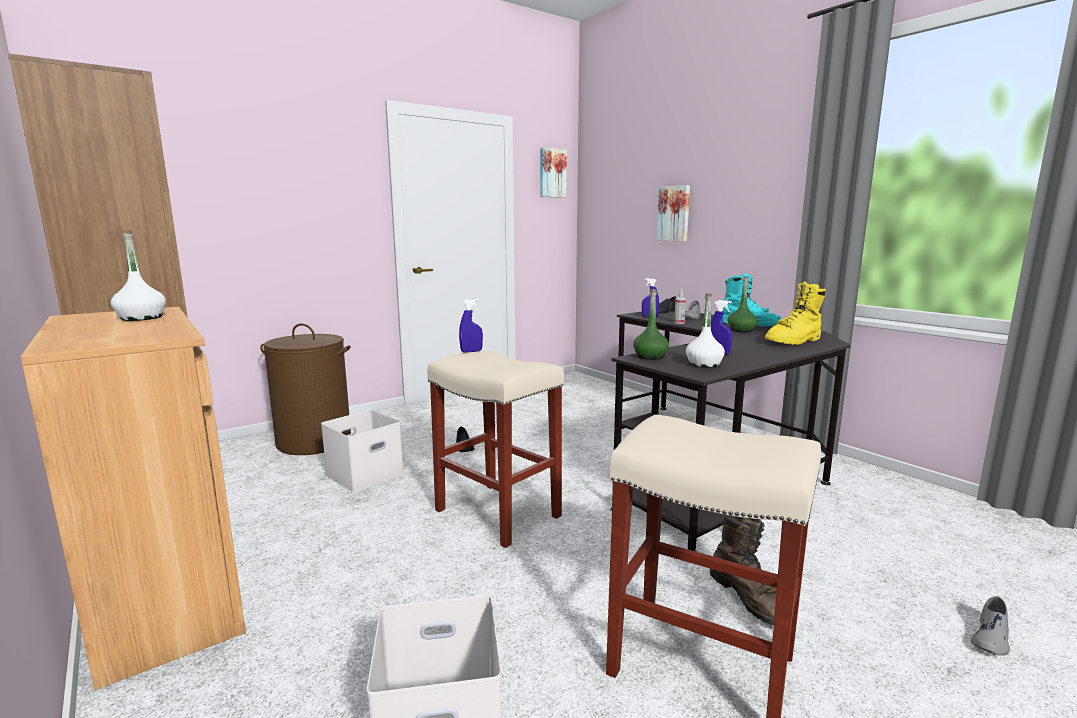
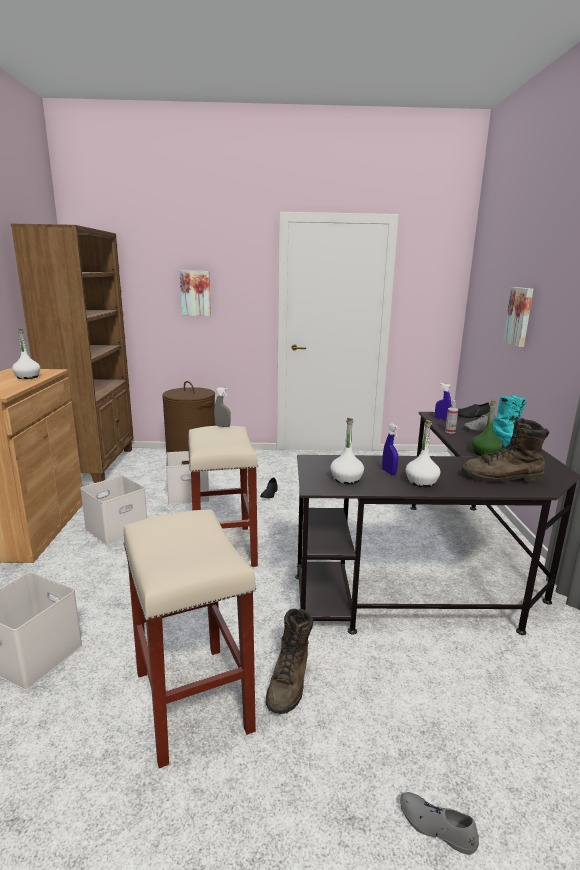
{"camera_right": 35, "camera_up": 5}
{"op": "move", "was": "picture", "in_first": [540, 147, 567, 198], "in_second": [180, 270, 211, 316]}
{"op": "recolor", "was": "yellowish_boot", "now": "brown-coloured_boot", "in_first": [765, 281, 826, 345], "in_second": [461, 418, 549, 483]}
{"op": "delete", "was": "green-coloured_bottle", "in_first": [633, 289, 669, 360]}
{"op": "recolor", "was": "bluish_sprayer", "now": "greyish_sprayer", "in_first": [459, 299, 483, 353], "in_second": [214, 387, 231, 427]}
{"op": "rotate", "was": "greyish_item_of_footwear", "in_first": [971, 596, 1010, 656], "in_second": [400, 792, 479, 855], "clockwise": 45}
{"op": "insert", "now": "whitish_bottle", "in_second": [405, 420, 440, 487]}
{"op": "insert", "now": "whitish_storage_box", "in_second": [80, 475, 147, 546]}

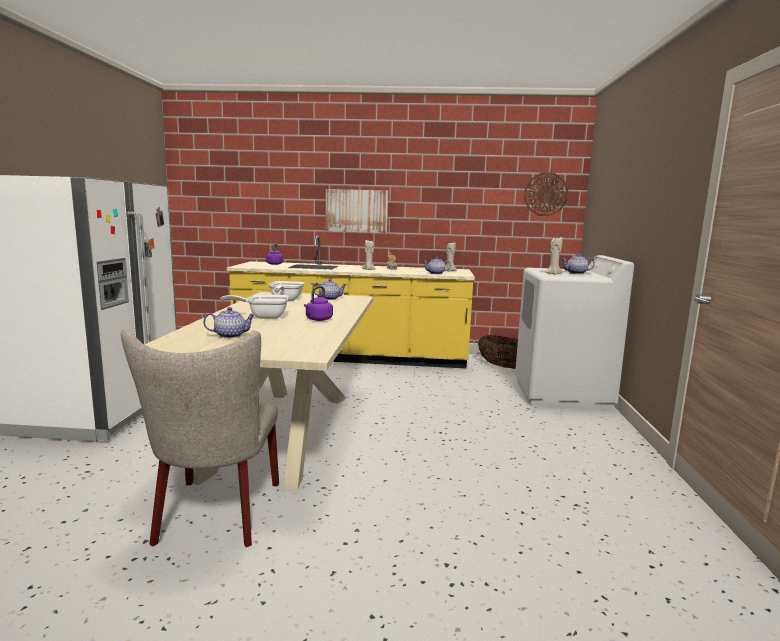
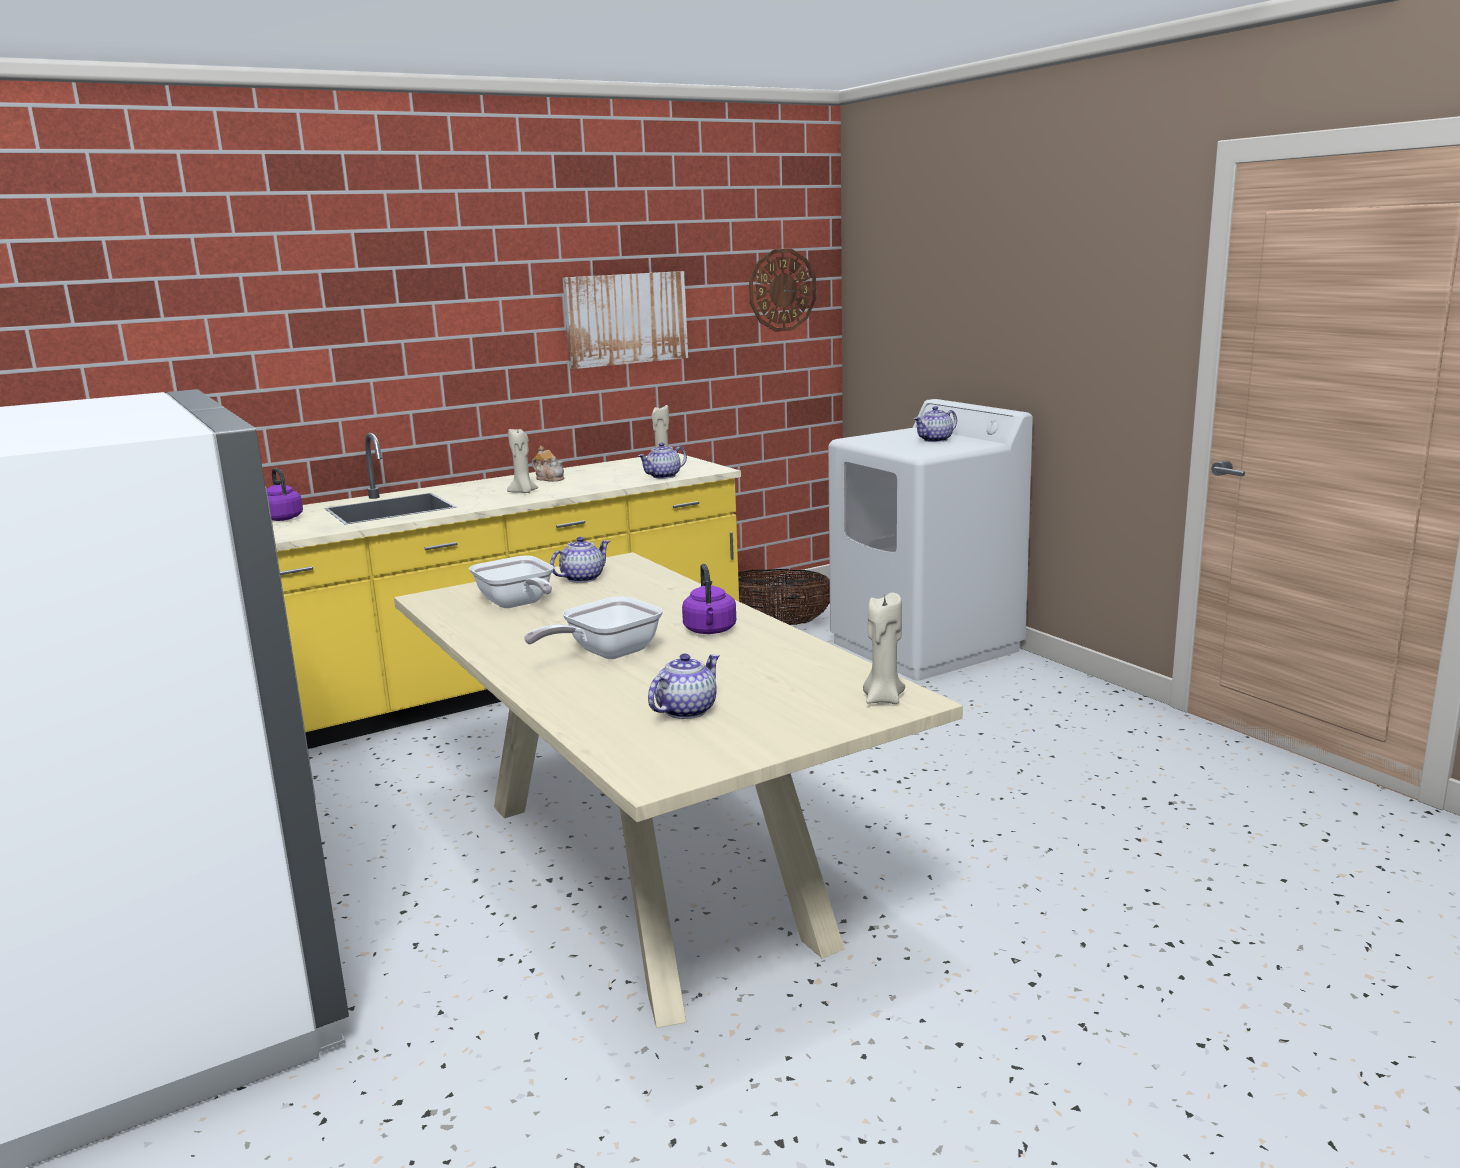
{"camera_right": -35, "camera_up": 5}
{"op": "move", "was": "picture", "in_first": [326, 189, 388, 233], "in_second": [563, 271, 688, 369]}
{"op": "move", "was": "beige_candle", "in_first": [545, 237, 563, 275], "in_second": [863, 593, 905, 704]}
{"op": "delete", "was": "beige_upright_chair", "in_first": [121, 329, 279, 547]}

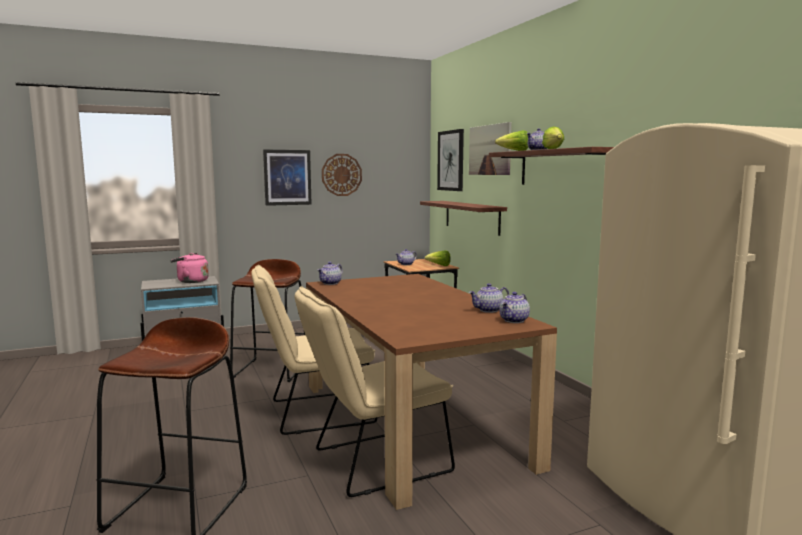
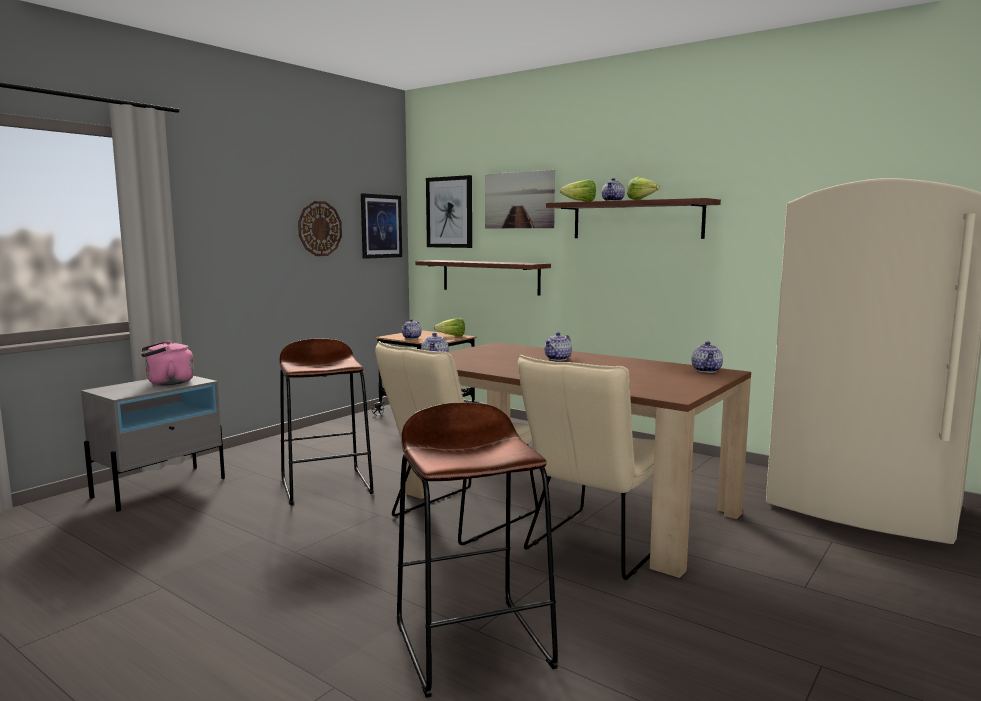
{"camera_right": -30, "camera_up": 0}
{"op": "move", "was": "picture", "in_first": [263, 149, 312, 206], "in_second": [361, 193, 402, 259]}
{"op": "move", "was": "tea_pot", "in_first": [469, 283, 509, 313], "in_second": [544, 332, 572, 361]}

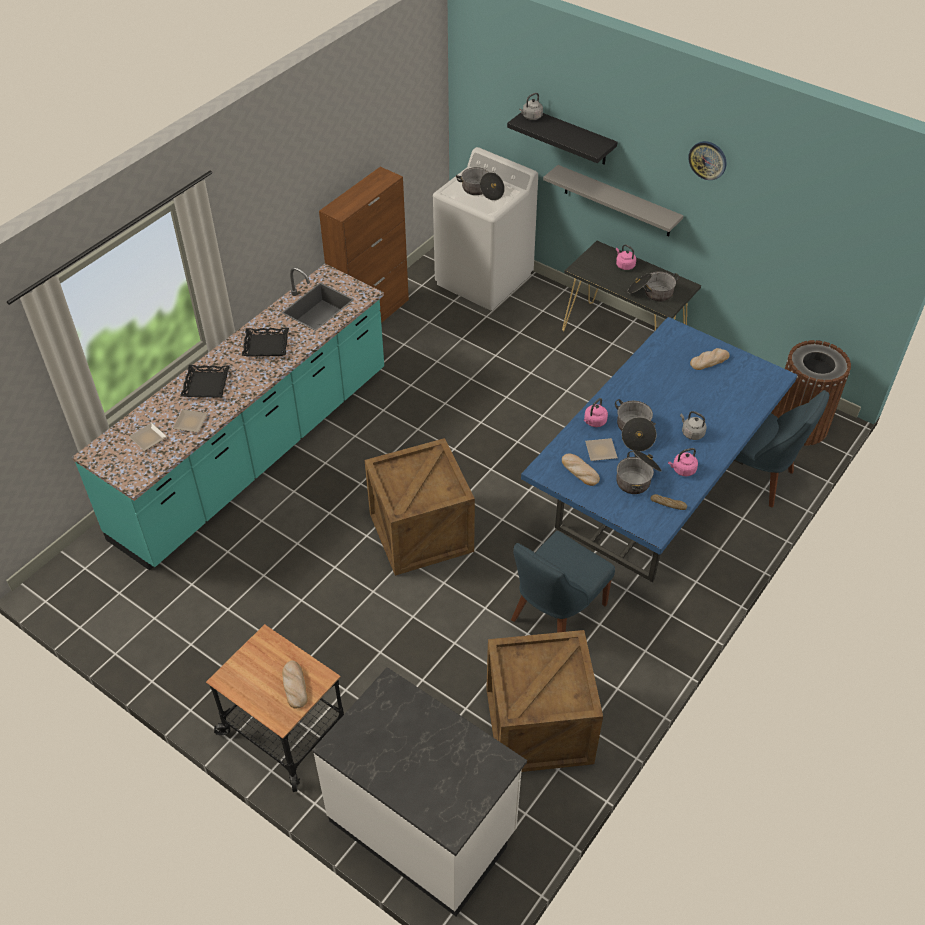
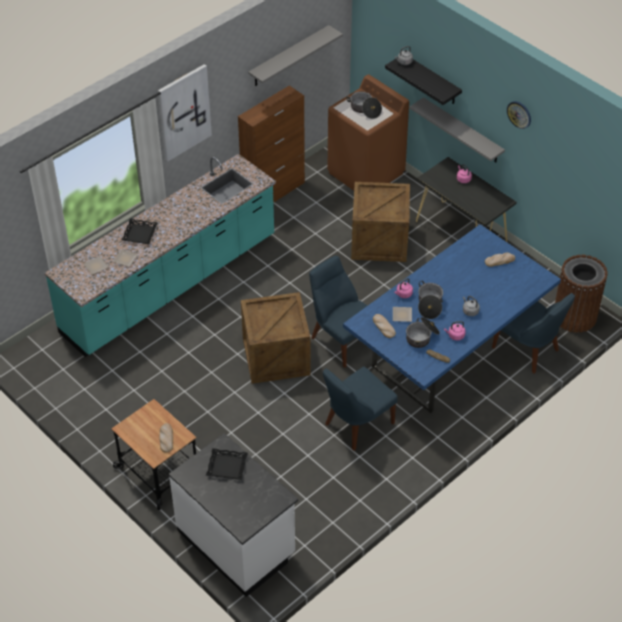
{"camera_right": 10, "camera_up": 0}
{"op": "recolor", "was": "whitish_laundry_machine", "now": "brown-coloured_laundry_machine", "in_first": [433, 147, 538, 310], "in_second": [327, 74, 409, 191]}
{"op": "delete", "was": "cooking_pot", "in_first": [628, 272, 679, 301]}
{"op": "move", "was": "black_serving_tray", "in_first": [242, 328, 289, 357], "in_second": [206, 448, 248, 480]}
{"op": "move", "was": "shipping_crate", "in_first": [486, 630, 603, 772], "in_second": [351, 182, 410, 262]}
{"op": "insert", "now": "greyish_wall_shelf", "in_second": [248, 25, 343, 86]}
{"op": "insert", "now": "picture", "in_second": [158, 64, 212, 161]}
{"op": "insert", "now": "bluish_upright_chair", "in_second": [309, 256, 368, 368]}

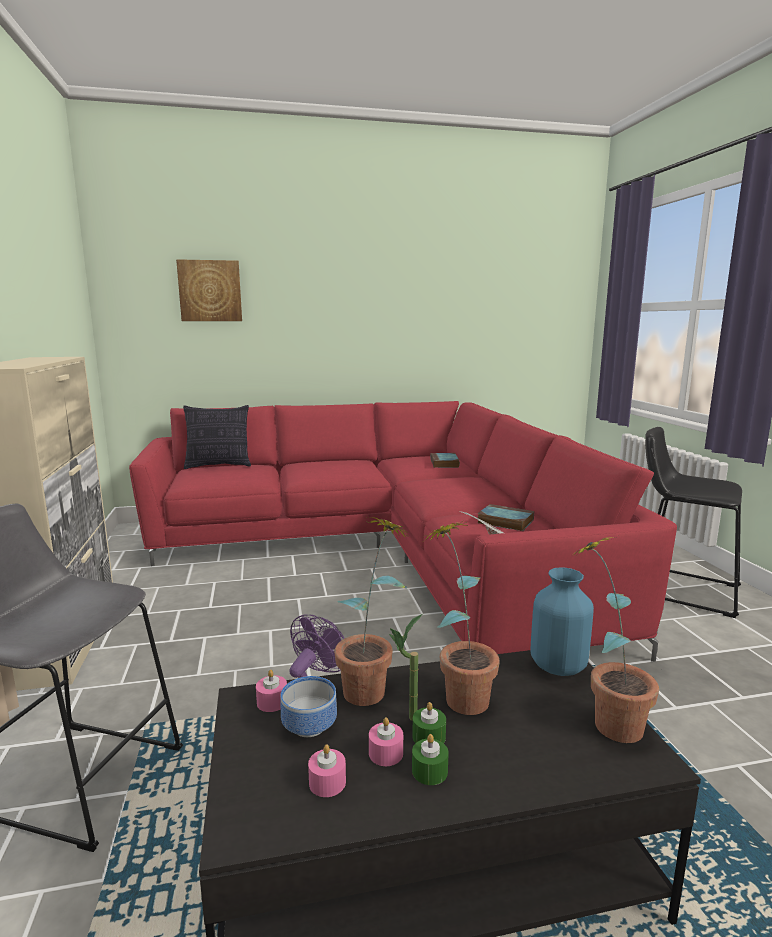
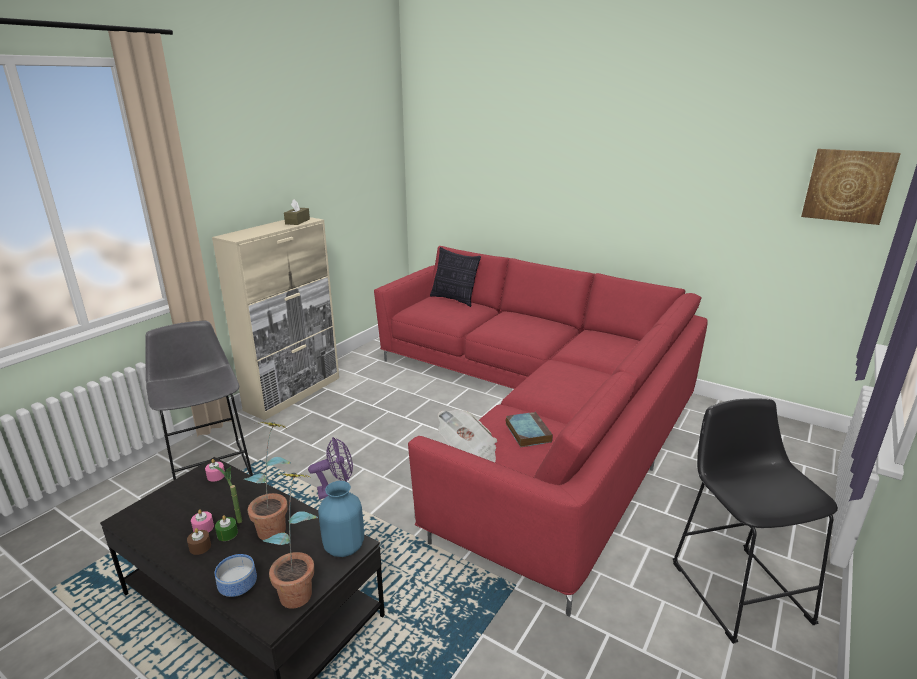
{"camera_right": 45, "camera_up": 10}
{"op": "move", "was": "picture", "in_first": [176, 259, 242, 321], "in_second": [801, 149, 901, 225]}
{"op": "delete", "was": "bound_book", "in_first": [430, 453, 460, 468]}
{"op": "delete", "was": "plant_in_a_pot", "in_first": [335, 517, 407, 706]}
{"op": "move", "was": "serving_bowl", "in_first": [280, 676, 337, 737], "in_second": [215, 554, 257, 597]}
{"op": "recolor", "was": "green-coloured_candle", "now": "brown-coloured_candle", "in_first": [412, 734, 448, 785], "in_second": [187, 528, 211, 555]}
{"op": "delete", "was": "pinkish_candle", "in_first": [308, 744, 346, 797]}
{"op": "insert", "now": "brown-coloured_tissue_box", "in_second": [284, 199, 310, 225]}

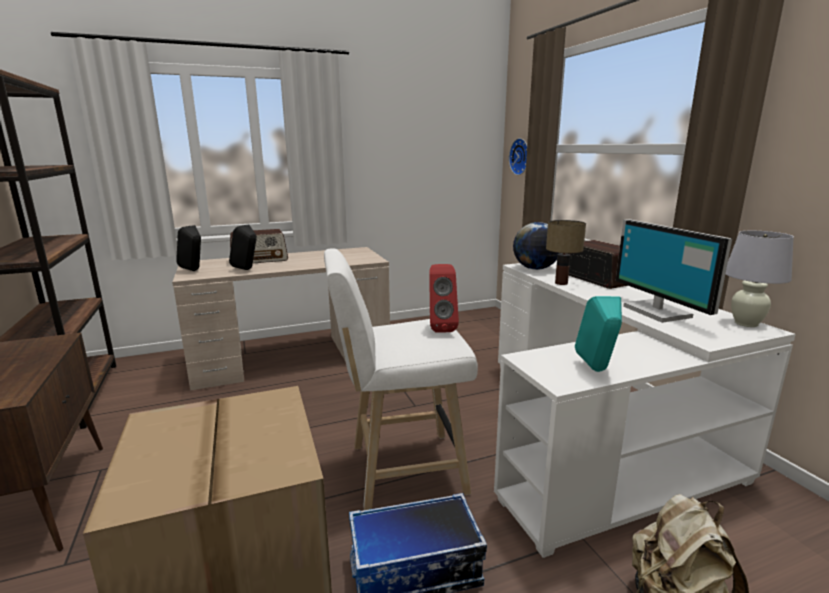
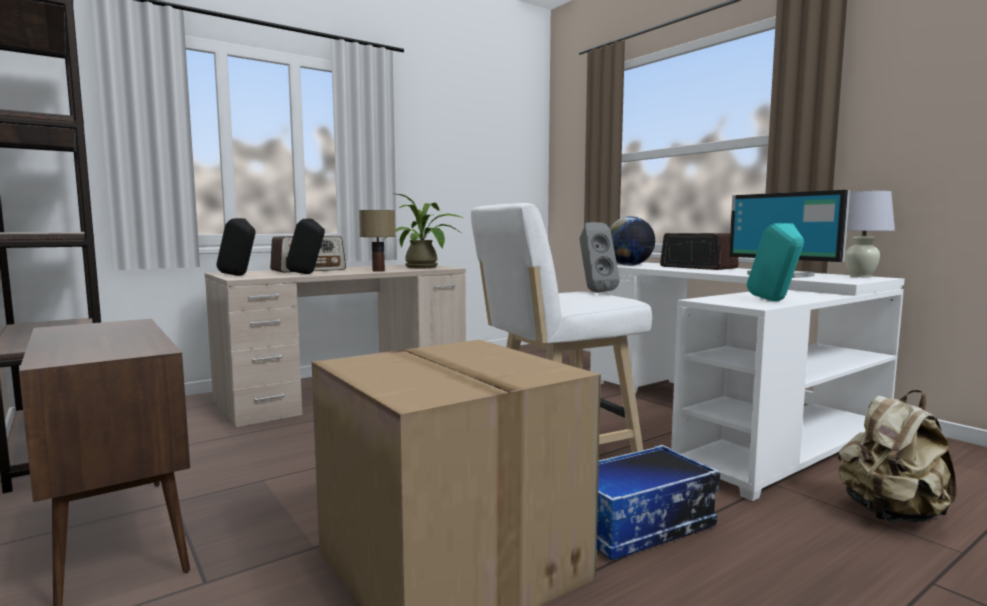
{"camera_right": -15, "camera_up": -10}
{"op": "delete", "was": "wall_clock", "in_first": [509, 138, 527, 175]}
{"op": "move", "was": "table_lamp", "in_first": [546, 220, 586, 285], "in_second": [359, 210, 395, 272]}
{"op": "recolor", "was": "red-coloured_loudspeaker", "now": "greyish_loudspeaker", "in_first": [429, 264, 459, 333], "in_second": [579, 222, 620, 293]}
{"op": "insert", "now": "plant_in_a_pot", "in_second": [383, 194, 463, 268]}

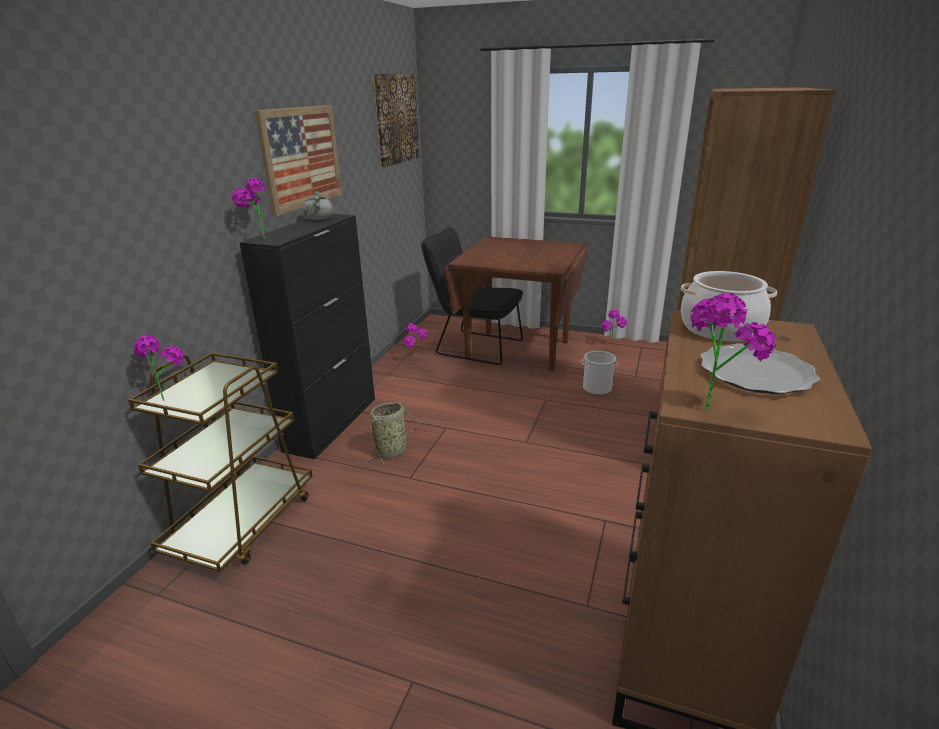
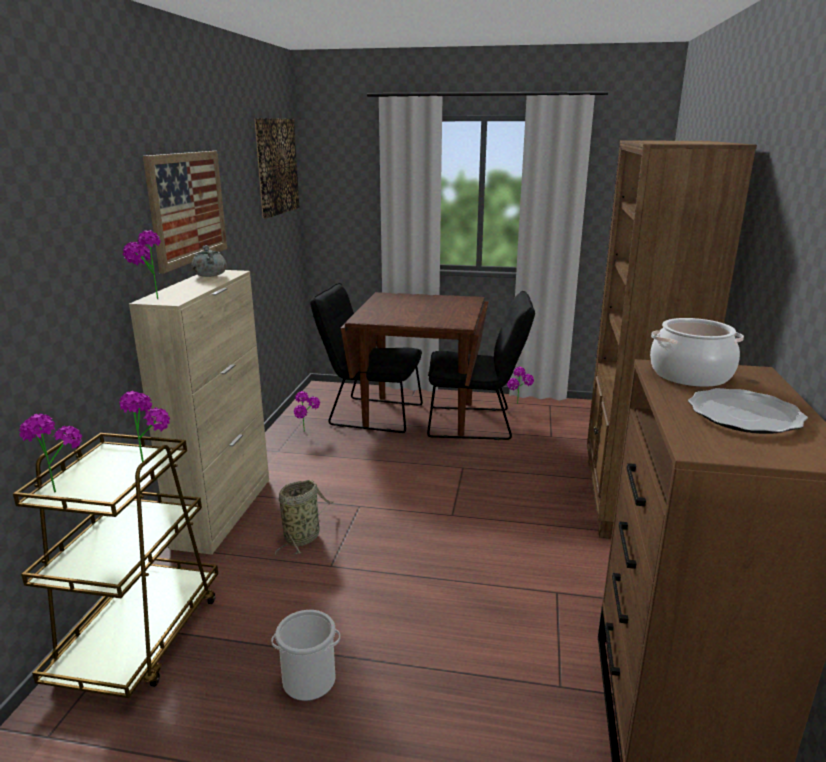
{"camera_right": -10, "camera_up": -5}
{"op": "recolor", "was": "black_storage_cabinet", "now": "beige_storage_cabinet", "in_first": [240, 214, 375, 460], "in_second": [129, 270, 269, 555]}
{"op": "move", "was": "plant_in_a_pot", "in_first": [690, 293, 776, 411], "in_second": [119, 391, 170, 462]}
{"op": "move", "was": "pail", "in_first": [581, 351, 618, 395], "in_second": [271, 610, 340, 701]}
{"op": "insert", "now": "black_upright_chair", "in_second": [427, 291, 535, 440]}

